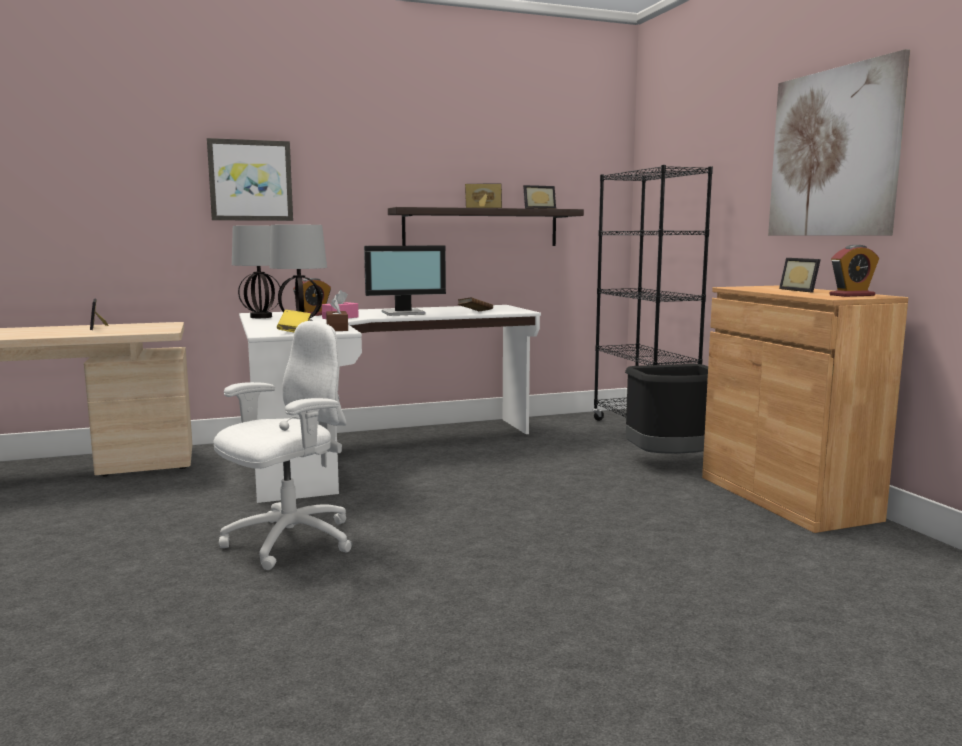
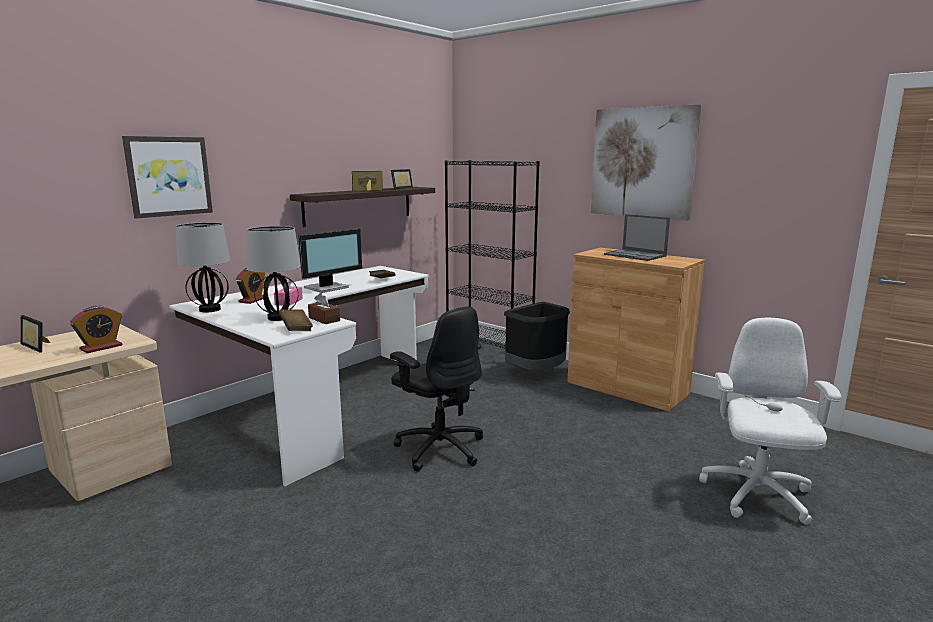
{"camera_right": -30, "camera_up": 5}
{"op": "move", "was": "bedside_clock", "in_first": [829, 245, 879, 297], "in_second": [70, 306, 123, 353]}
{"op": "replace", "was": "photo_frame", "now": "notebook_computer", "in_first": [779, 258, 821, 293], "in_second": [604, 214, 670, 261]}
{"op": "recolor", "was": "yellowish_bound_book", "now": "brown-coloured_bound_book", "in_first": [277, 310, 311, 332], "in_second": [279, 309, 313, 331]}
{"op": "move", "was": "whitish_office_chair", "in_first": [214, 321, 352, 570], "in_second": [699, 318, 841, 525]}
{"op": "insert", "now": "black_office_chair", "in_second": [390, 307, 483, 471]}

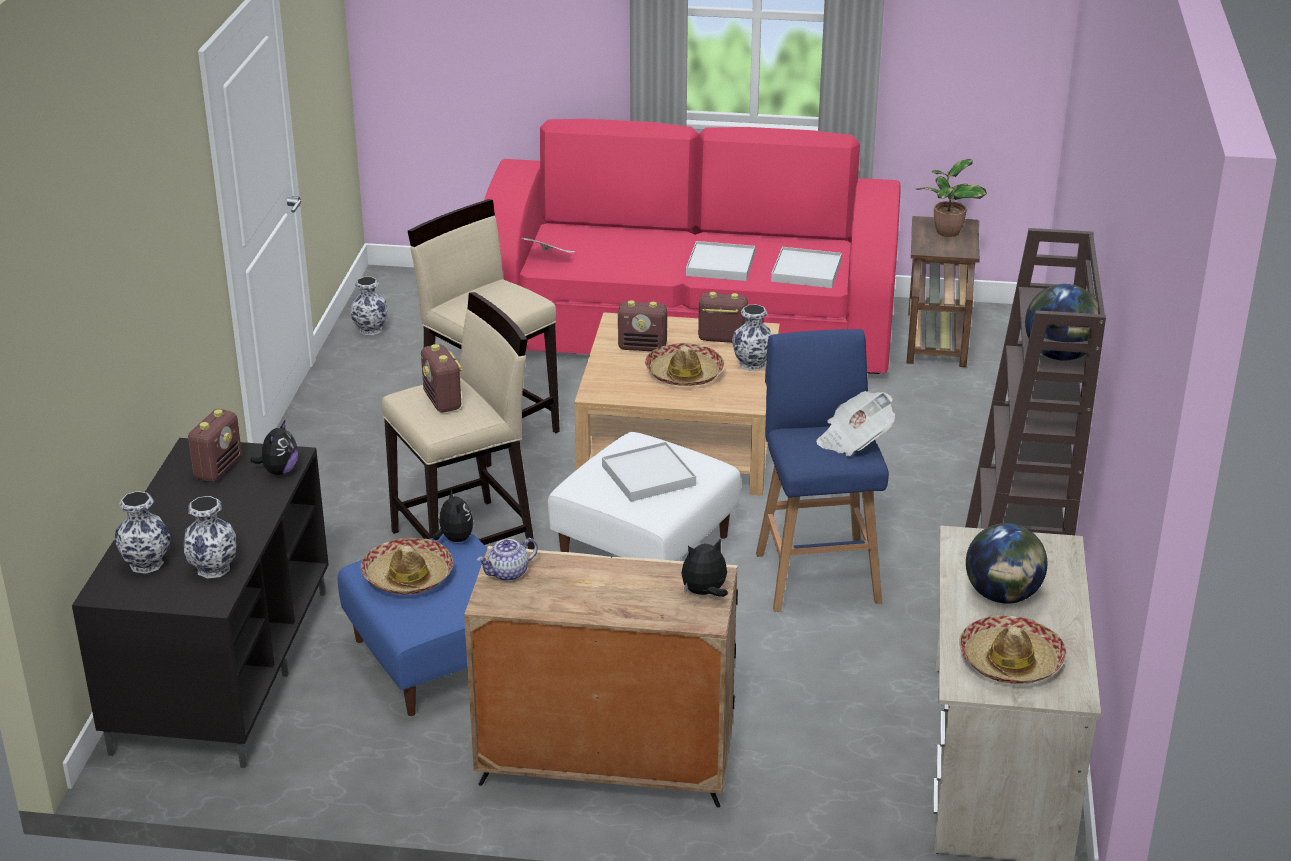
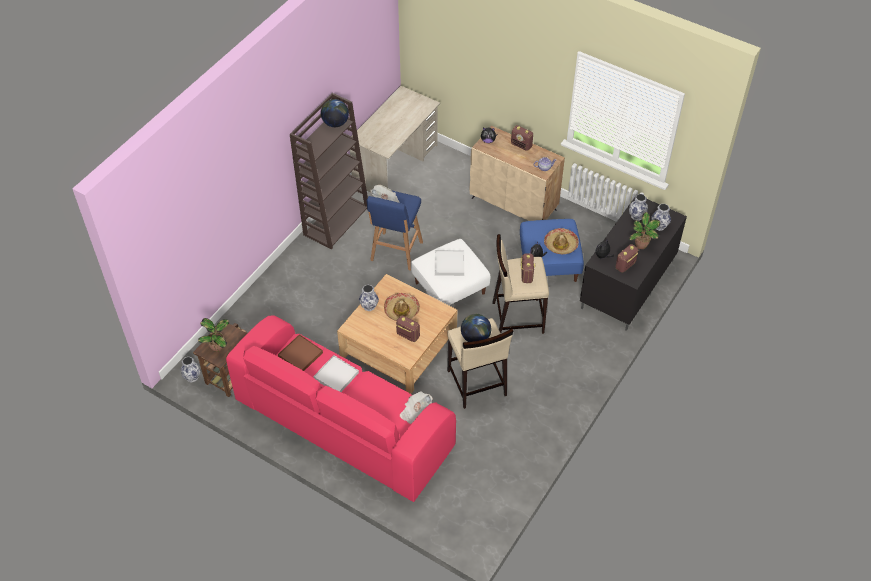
{"camera_right": -155, "camera_up": 20}
{"op": "recolor", "was": "whitish_serving_tray", "now": "brown-coloured_serving_tray", "in_first": [771, 247, 842, 288], "in_second": [278, 334, 323, 371]}
{"op": "move", "was": "vase", "in_first": [350, 277, 388, 335], "in_second": [181, 357, 201, 382]}
{"op": "move", "was": "radio", "in_first": [698, 292, 748, 343], "in_second": [511, 125, 533, 151]}
{"op": "move", "was": "world_globe", "in_first": [966, 523, 1047, 604], "in_second": [461, 314, 491, 342]}
{"op": "delete", "was": "hat", "in_first": [959, 615, 1066, 684]}
{"op": "insert", "now": "plant_in_a_pot", "in_second": [629, 212, 660, 249]}

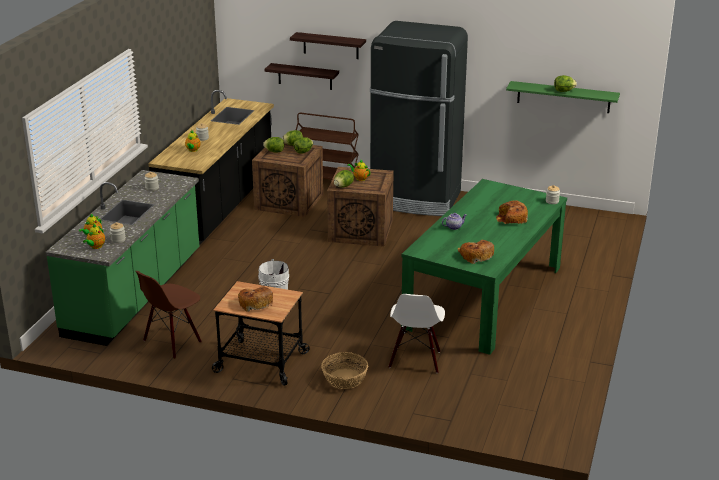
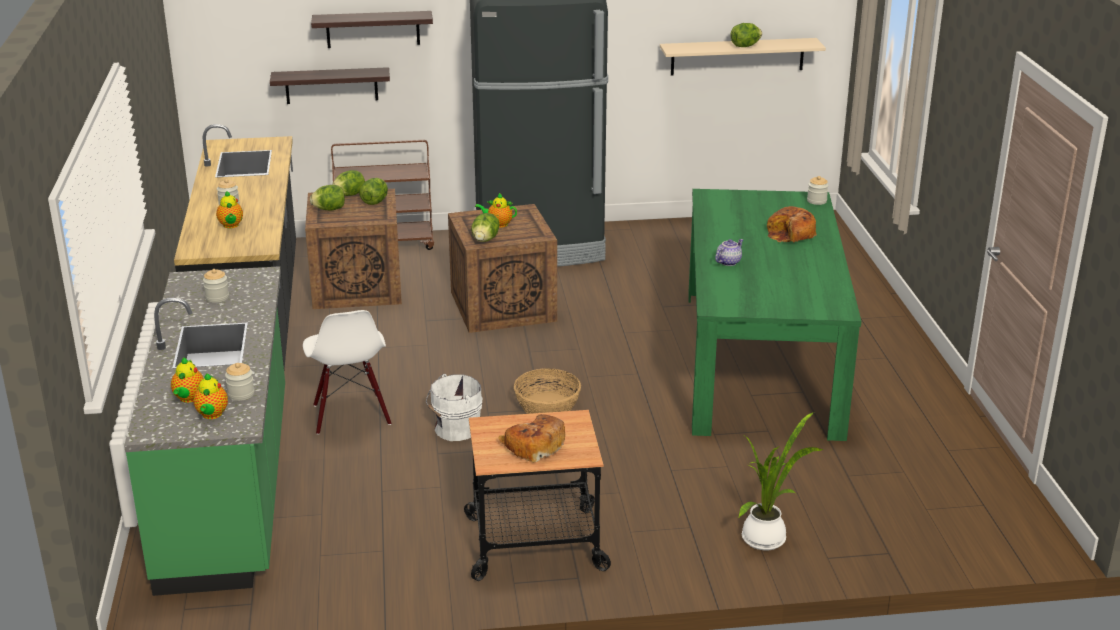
{"camera_right": -25, "camera_up": 0}
{"op": "recolor", "was": "green-coloured_wall_shelf", "now": "beige_wall_shelf", "in_first": [506, 81, 620, 113], "in_second": [660, 38, 826, 75]}
{"op": "delete", "was": "bakery_bread", "in_first": [458, 240, 494, 264]}
{"op": "delete", "was": "brown-coloured_upright_chair", "in_first": [135, 271, 202, 359]}
{"op": "move", "was": "whitish_upright_chair", "in_first": [389, 294, 445, 373], "in_second": [303, 310, 391, 435]}
{"op": "move", "was": "basket", "in_first": [321, 352, 368, 389], "in_second": [514, 368, 581, 414]}
{"op": "insert", "now": "plant_in_a_pot", "in_second": [738, 412, 823, 550]}

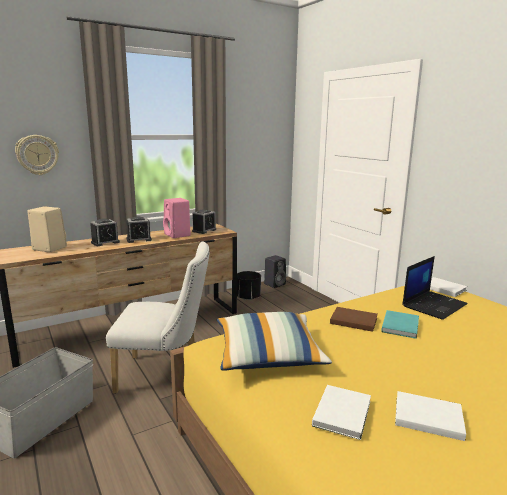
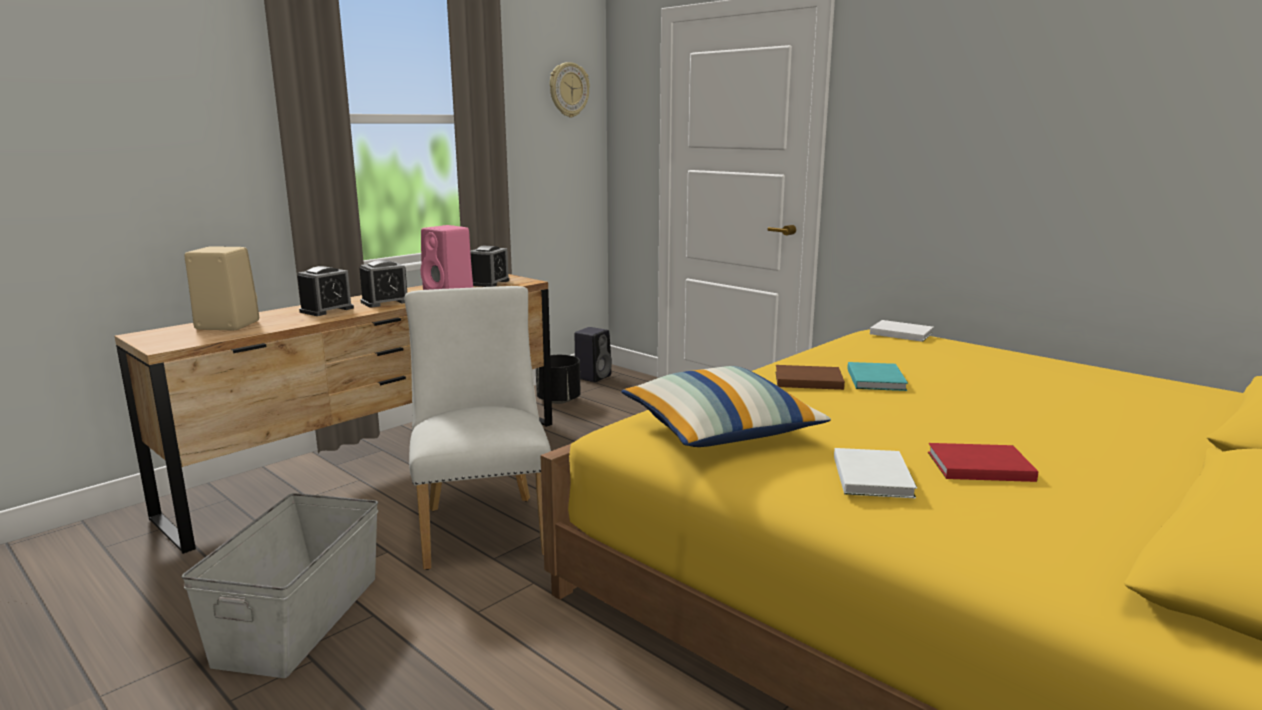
{"camera_right": -15, "camera_up": 0}
{"op": "move", "was": "wall_clock", "in_first": [15, 135, 59, 175], "in_second": [550, 62, 590, 118]}
{"op": "rotate", "was": "whitish_upright_chair", "in_first": [106, 241, 210, 394], "in_second": [405, 286, 551, 570], "clockwise": -90}
{"op": "delete", "was": "notebook_computer", "in_first": [402, 256, 468, 320]}
{"op": "recolor", "was": "whitish_bound_book", "now": "red-coloured_bound_book", "in_first": [395, 391, 466, 441], "in_second": [928, 443, 1038, 482]}

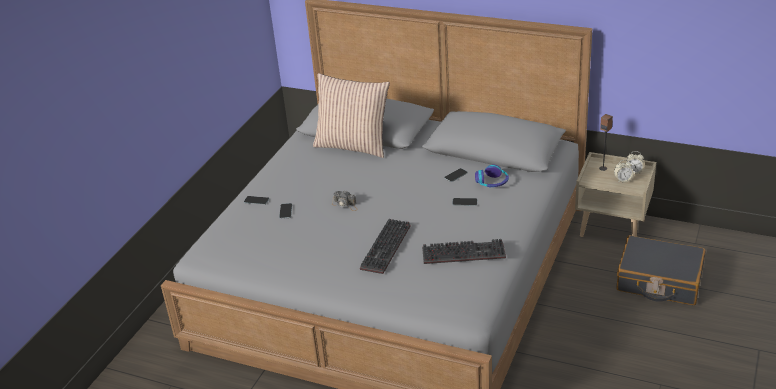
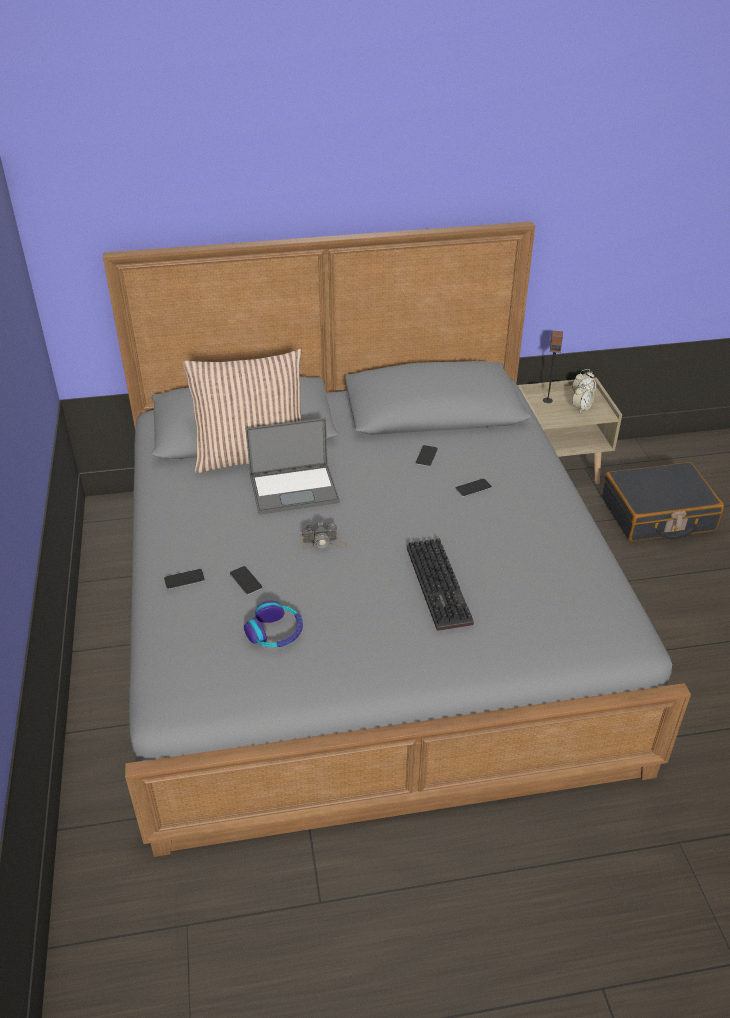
{"camera_right": -35, "camera_up": 5}
{"op": "move", "was": "headset", "in_first": [475, 164, 509, 187], "in_second": [244, 601, 303, 647]}
{"op": "delete", "was": "PC_keyboard", "in_first": [422, 239, 506, 264]}
{"op": "insert", "now": "notebook_computer", "in_second": [246, 418, 340, 515]}

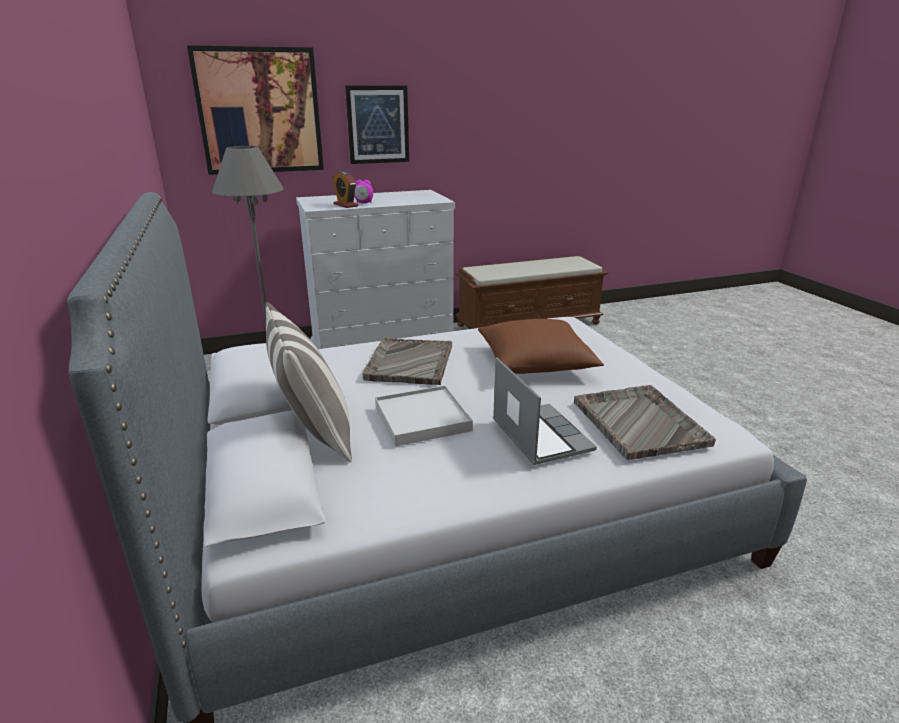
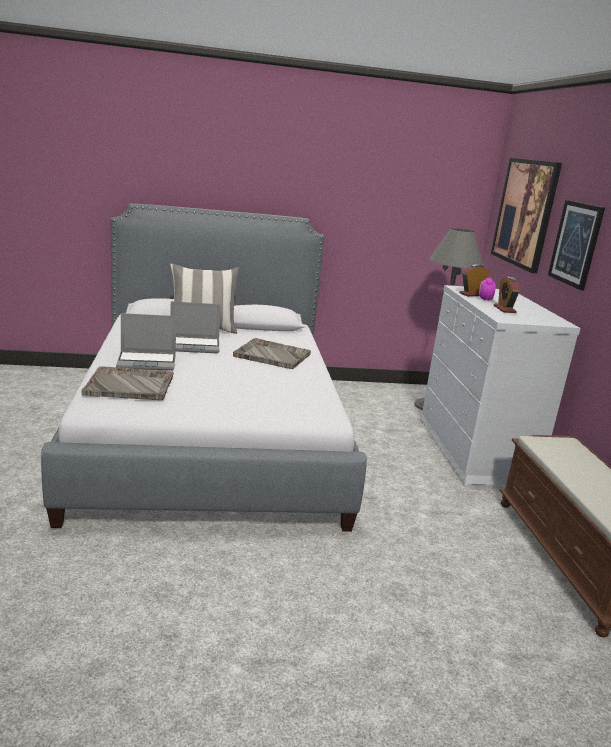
{"camera_right": 100, "camera_up": -5}
{"op": "delete", "was": "brown-coloured_throw_pillow", "in_first": [478, 319, 604, 374]}
{"op": "replace", "was": "whitish_serving_tray", "now": "notebook_computer", "in_first": [375, 385, 473, 446], "in_second": [170, 301, 221, 353]}
{"op": "insert", "now": "bedside_clock", "in_second": [494, 277, 520, 313]}

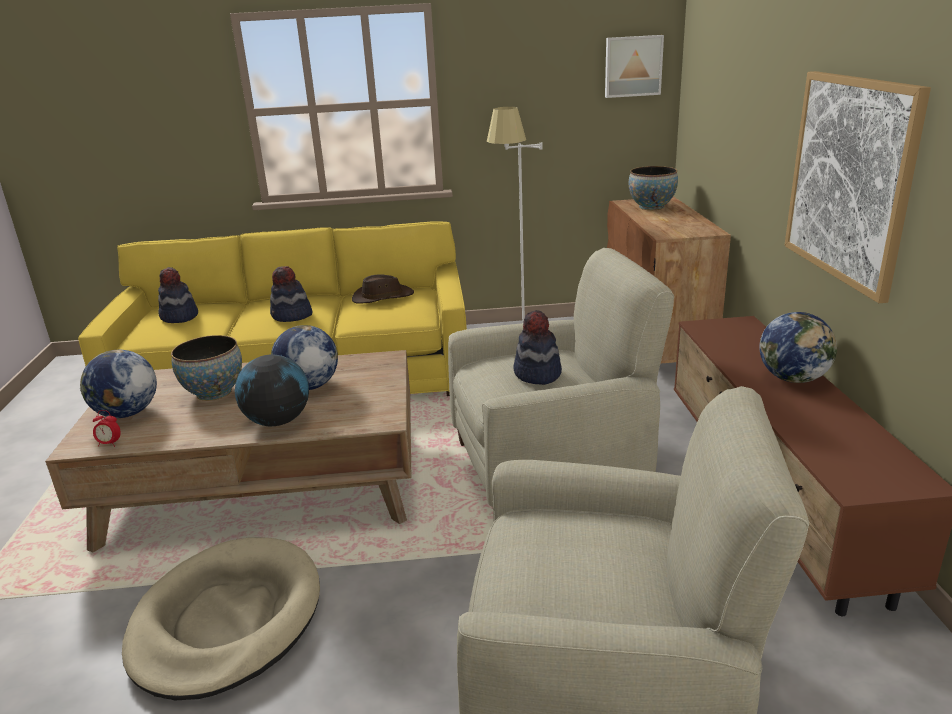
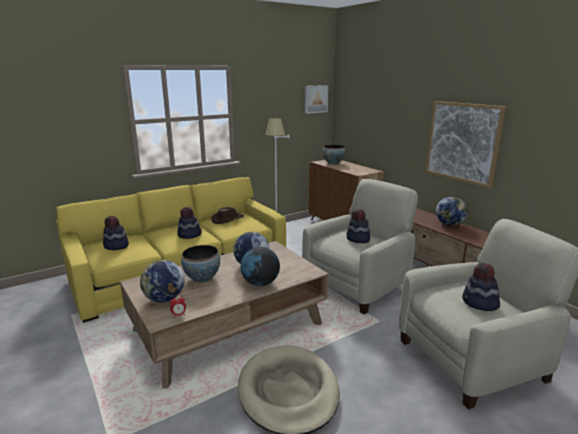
{"camera_right": -30, "camera_up": -5}
{"op": "insert", "now": "hat", "in_second": [462, 263, 500, 311]}

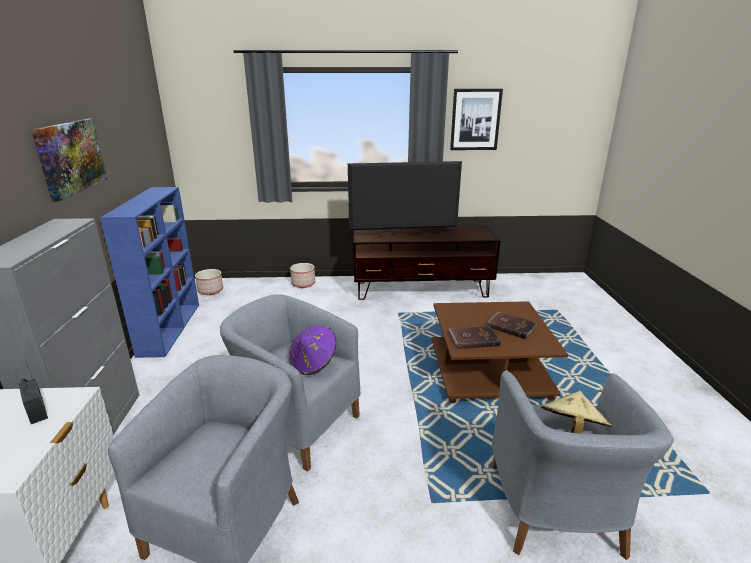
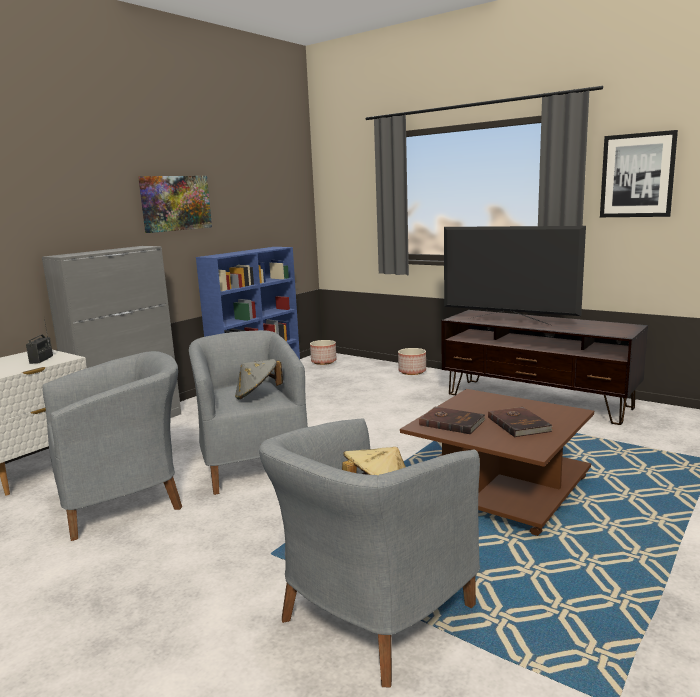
{"camera_right": 40, "camera_up": -10}
{"op": "recolor", "was": "purple_hat", "now": "greyish_hat", "in_first": [289, 325, 336, 375], "in_second": [235, 359, 283, 399]}

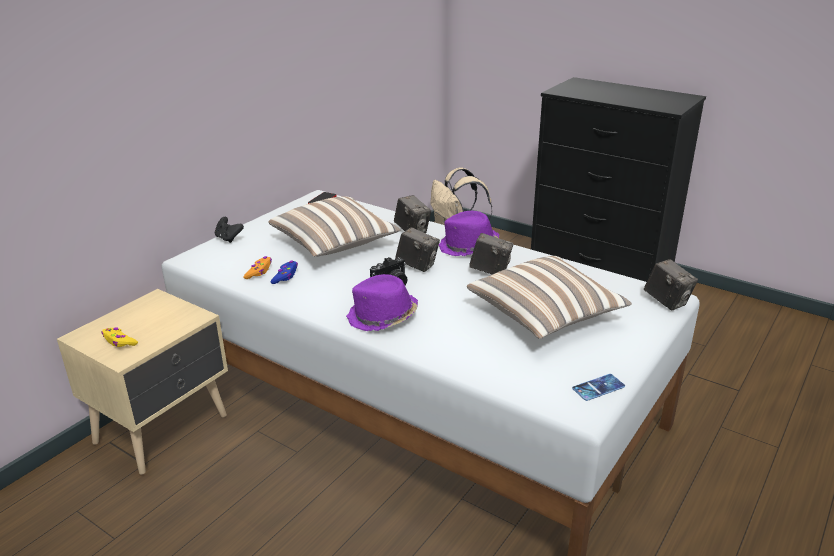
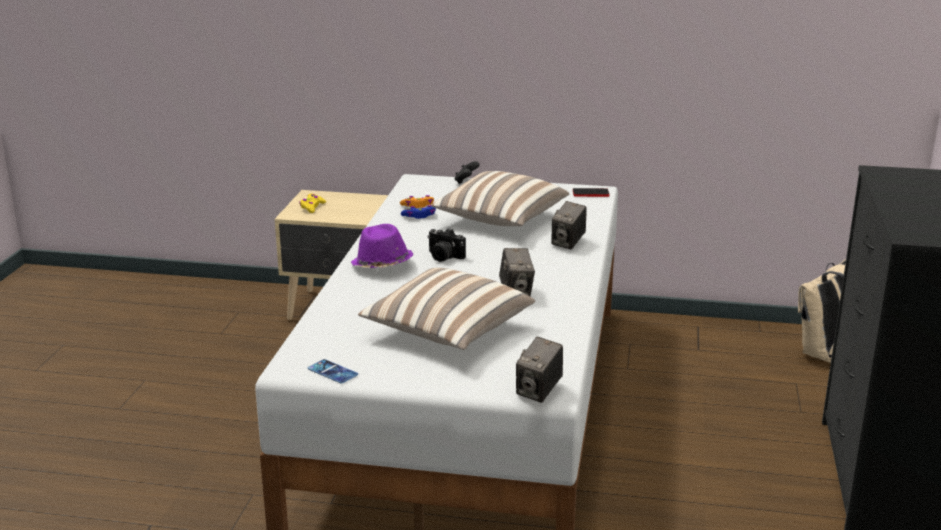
{"camera_right": 65, "camera_up": -5}
{"op": "delete", "was": "purple_hat", "in_first": [439, 211, 499, 256]}
{"op": "delete", "was": "photo_camera", "in_first": [395, 227, 440, 272]}

